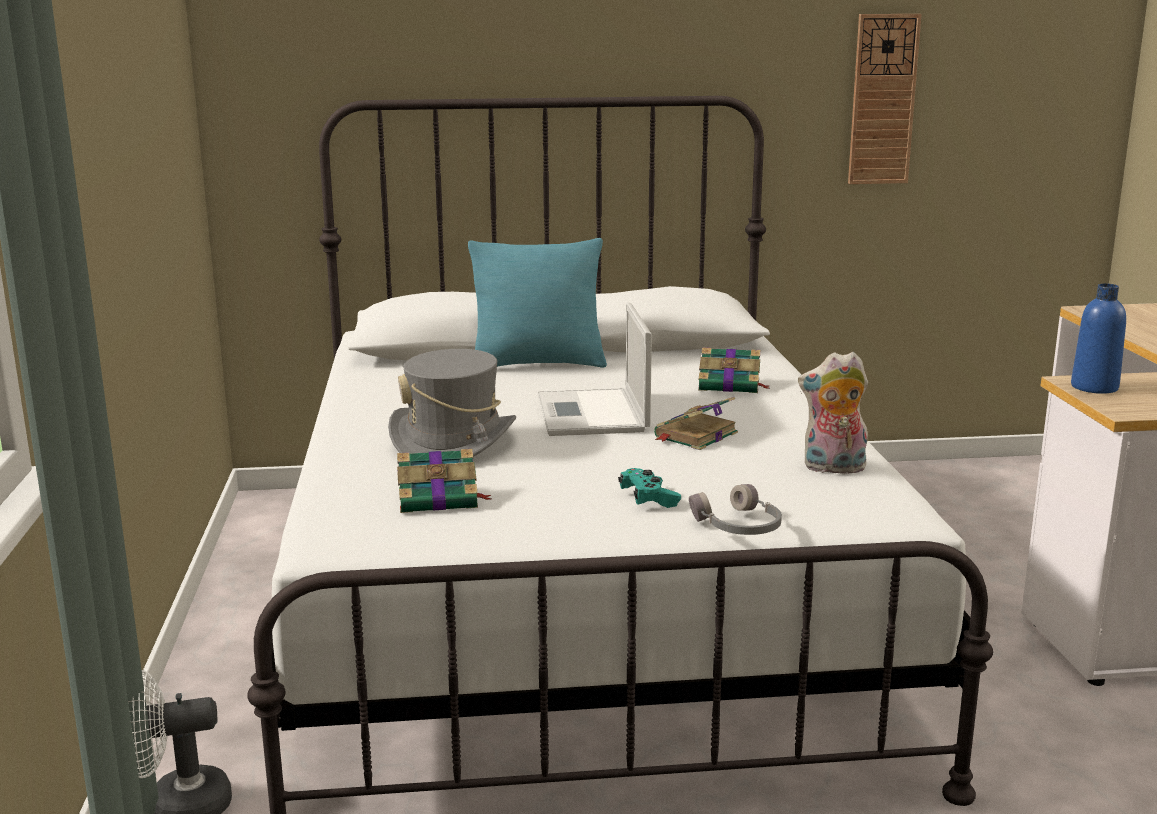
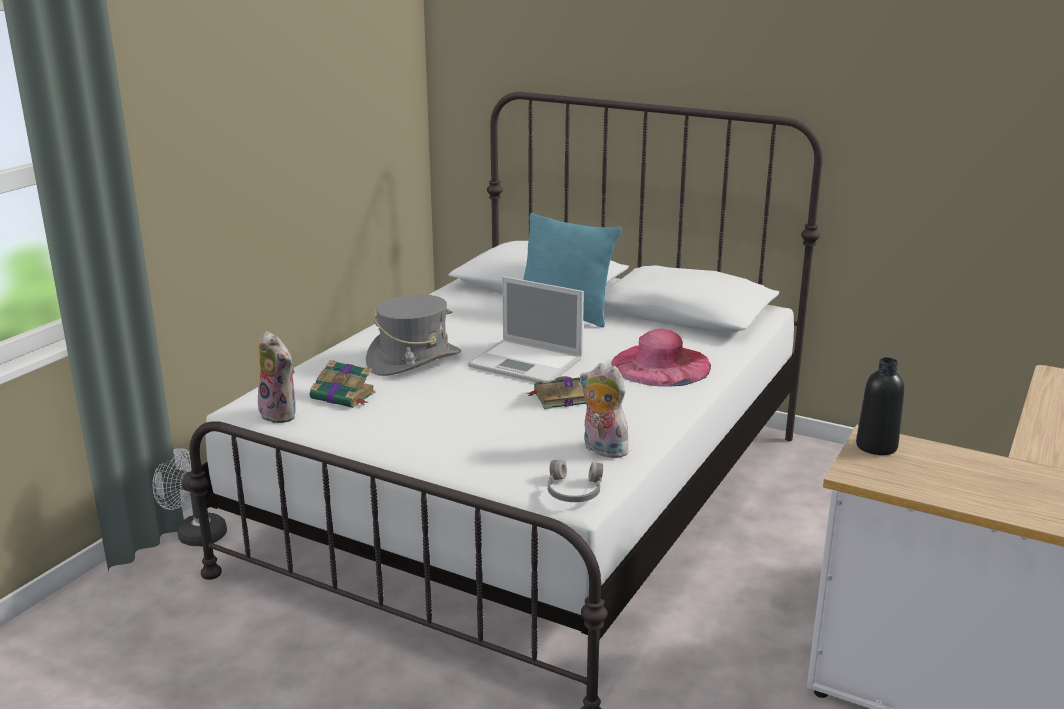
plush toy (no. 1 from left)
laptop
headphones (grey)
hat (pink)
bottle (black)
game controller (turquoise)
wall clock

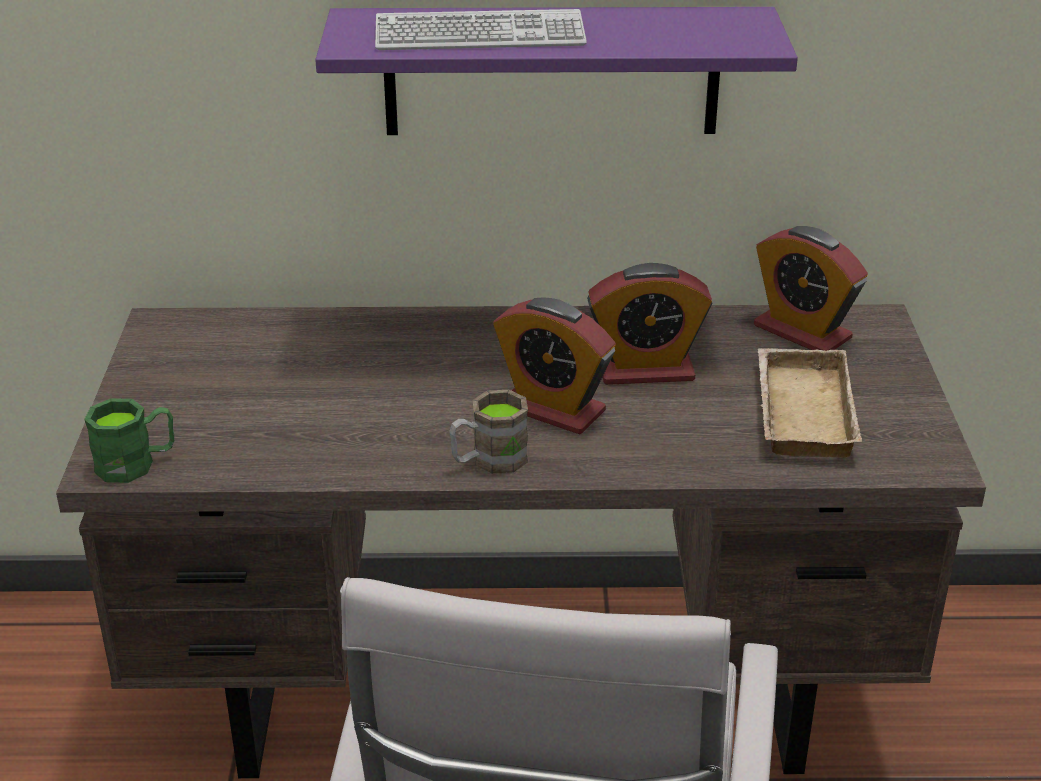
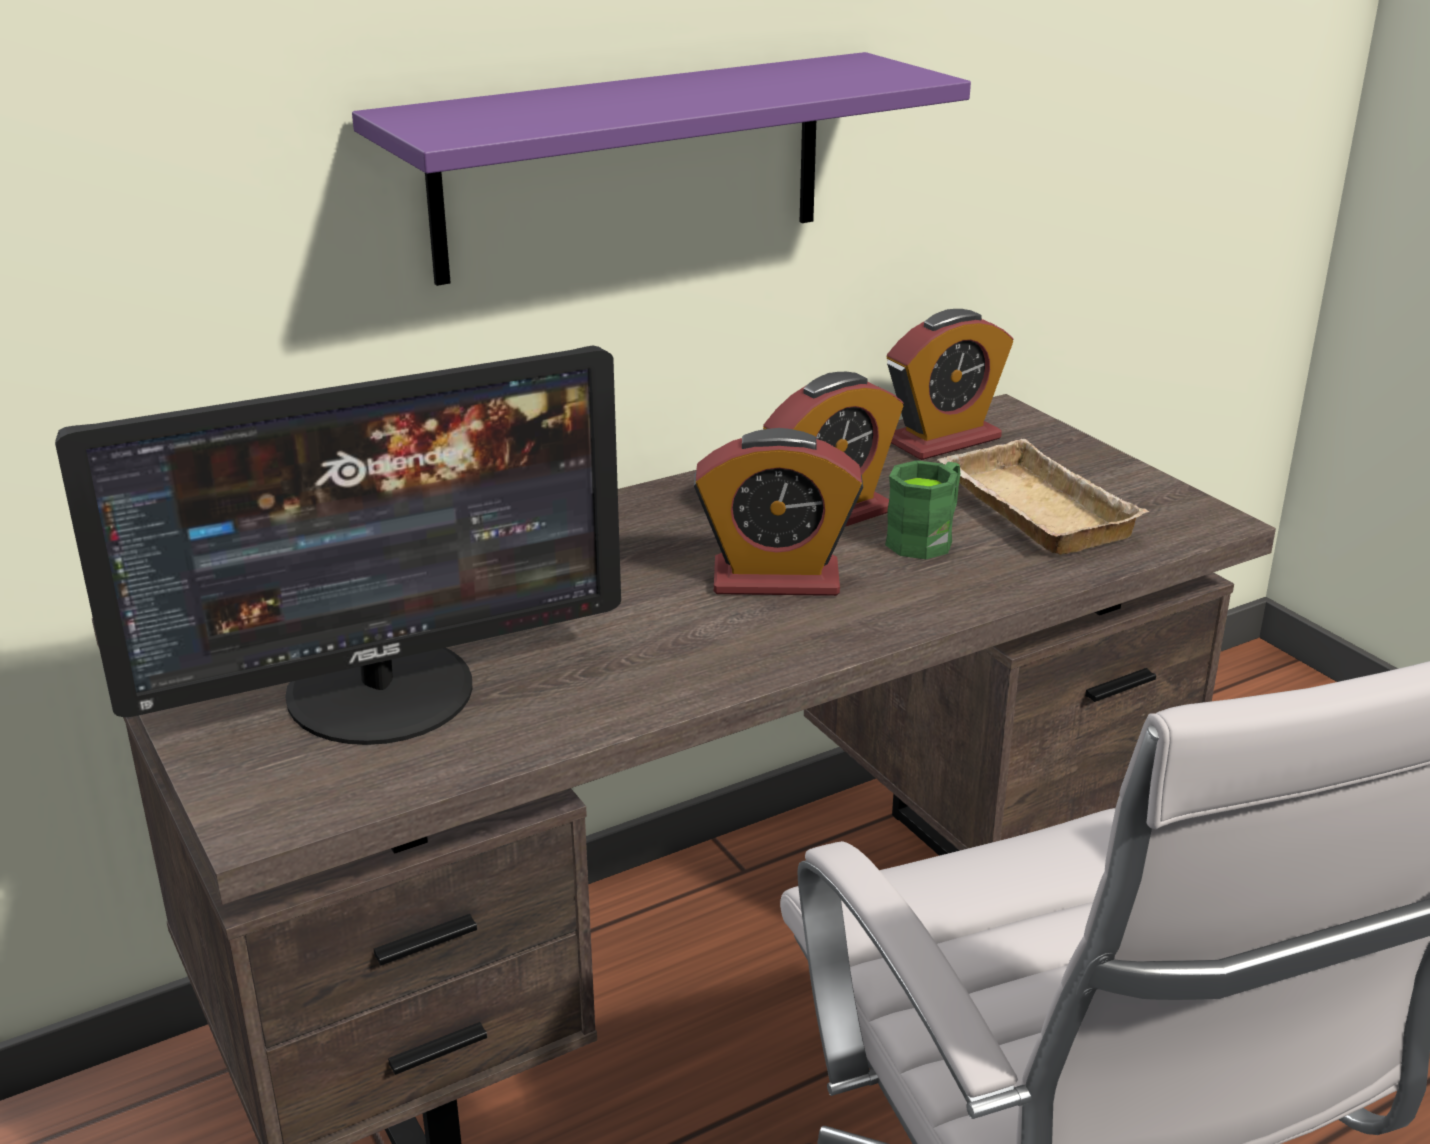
monitor
mug (green)
alarm clock (no. 3 from left)
keyboard
mug (brown)

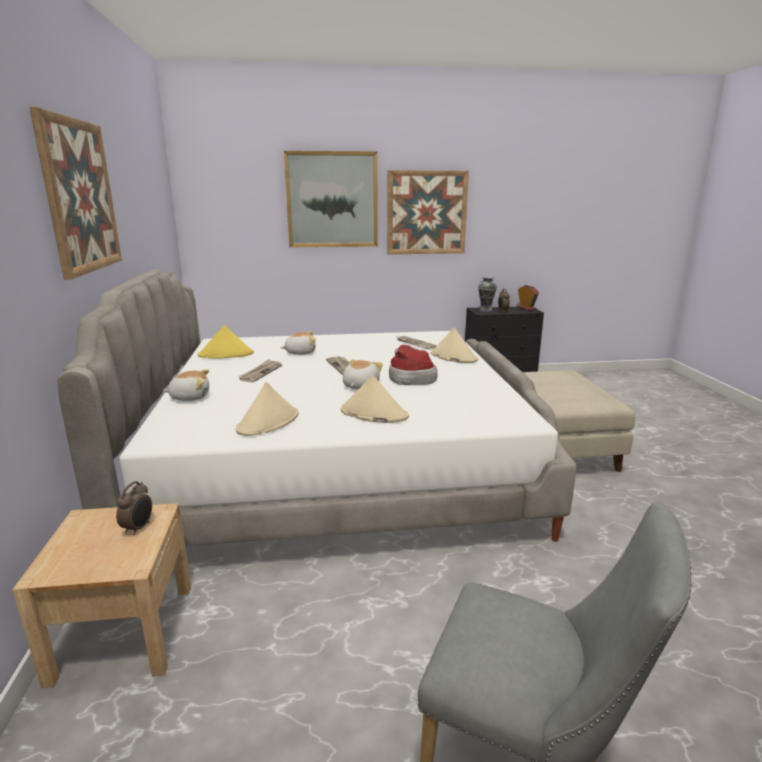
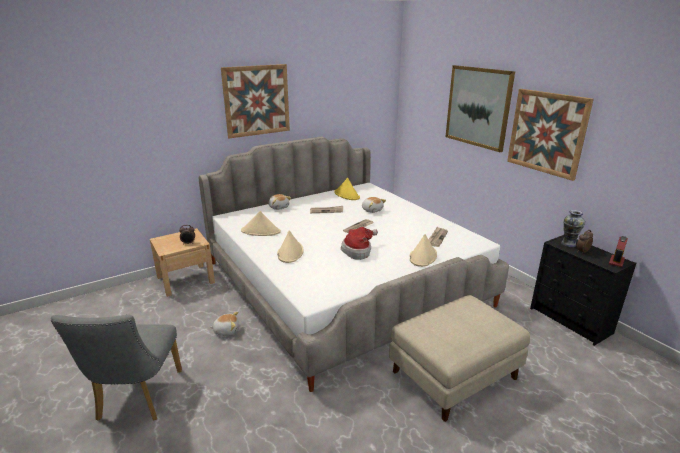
plush toy (no. 1 from left)

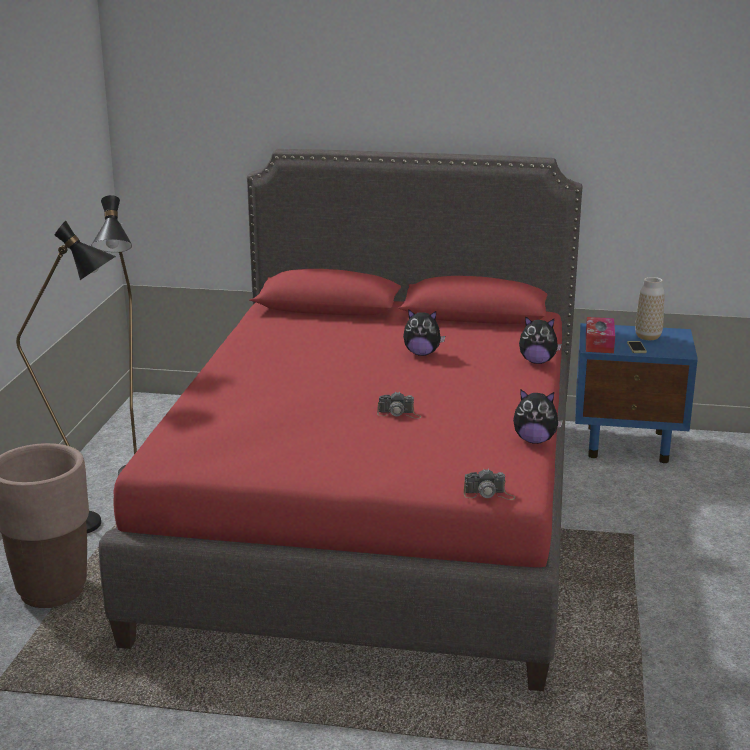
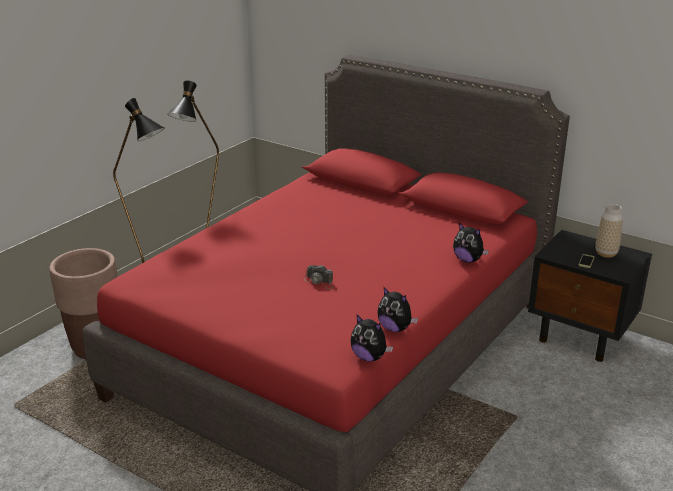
plush toy (no. 1 from left)
nightstand (black)
photo camera (no. 2 from left in the first image)
tissue box

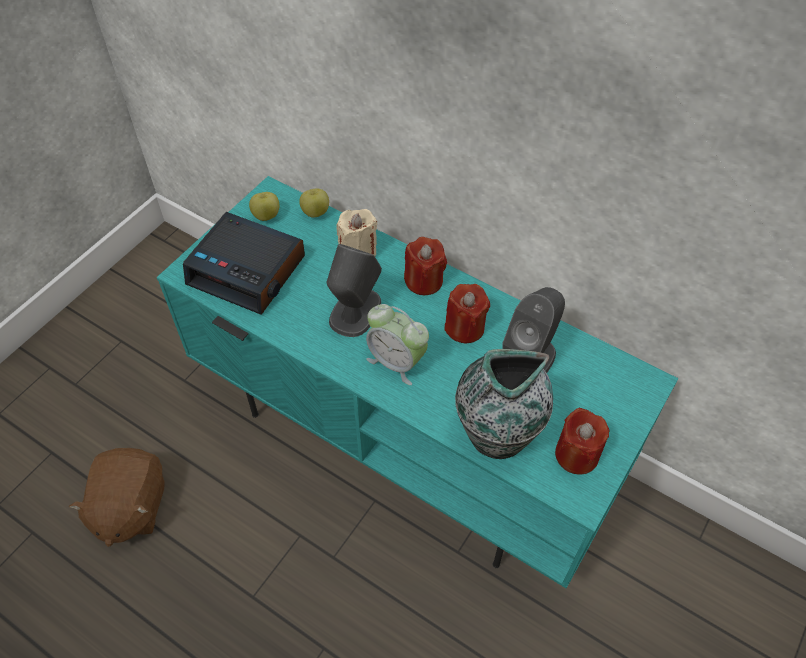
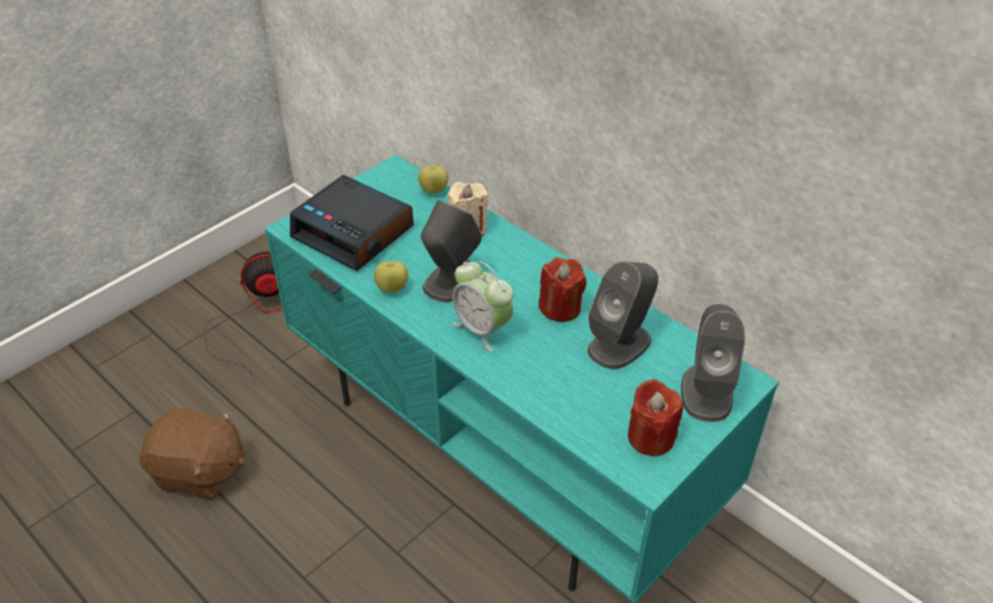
plush toy (brown)
fan
apple (no. 1 from left)
speaker (grey) (no. 3 from left)
candle (red) (no. 1 from left in the first image)
vase

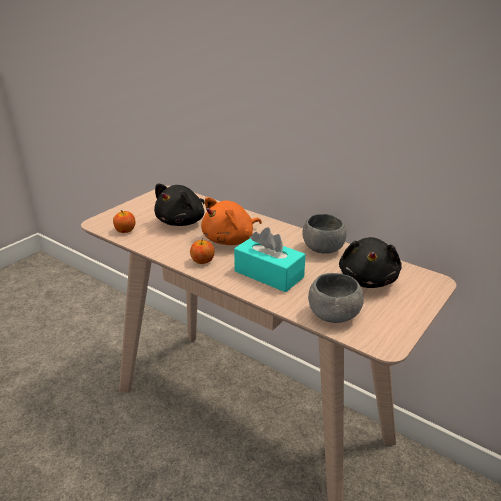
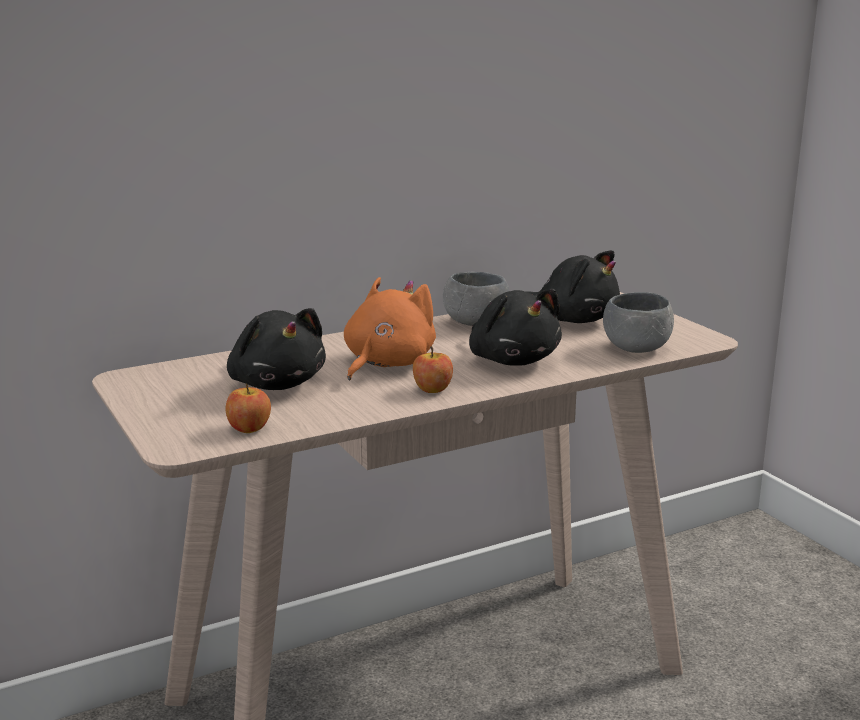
plush toy (orange)
plush toy (black) (no. 2 from left)

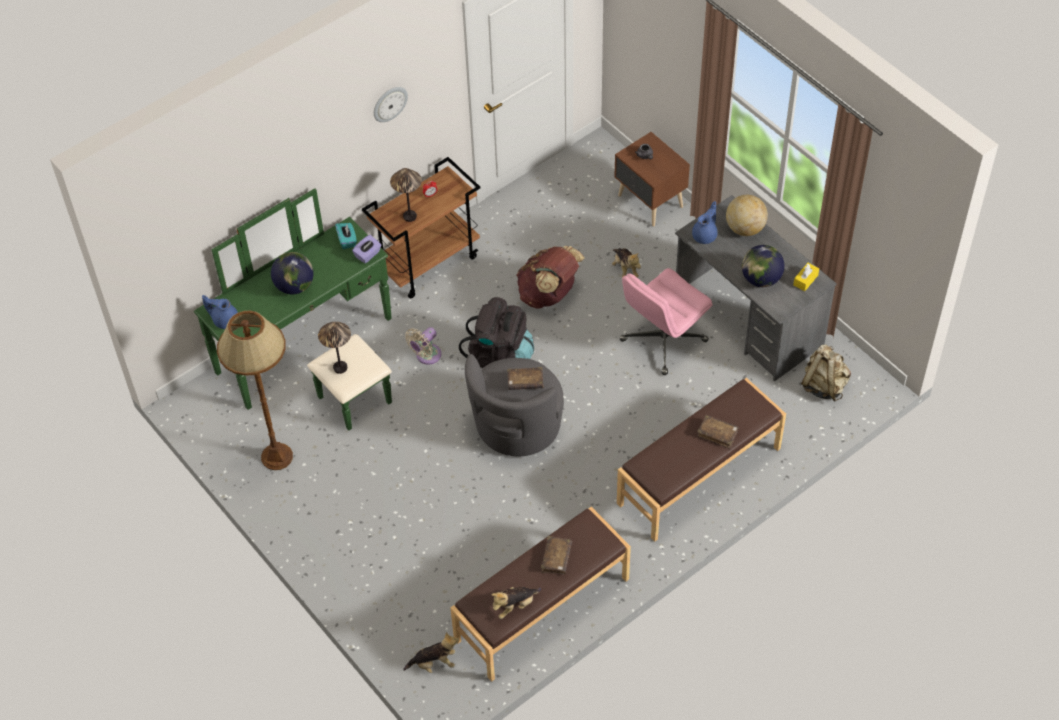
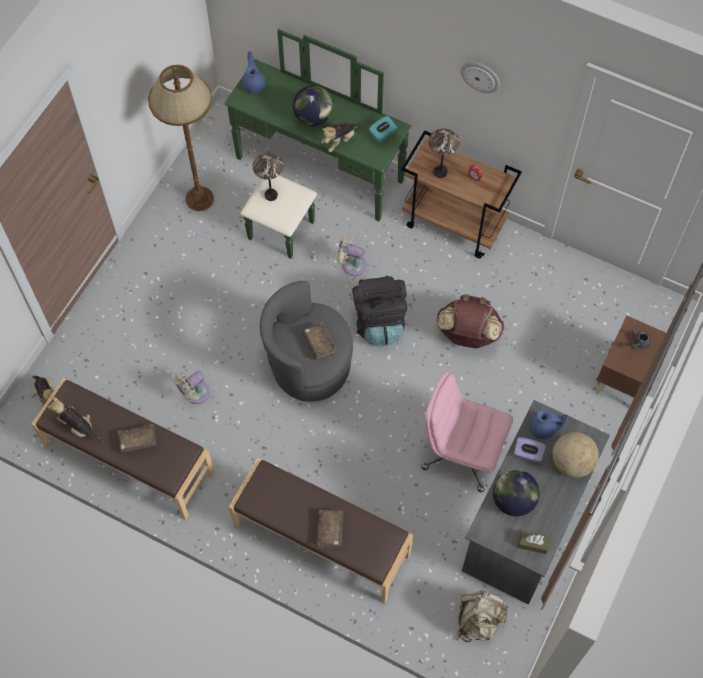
fan (beige) (no. 1 from left)
plush toy (no. 3 from left)
tissue box (purple)
tissue box (brown)

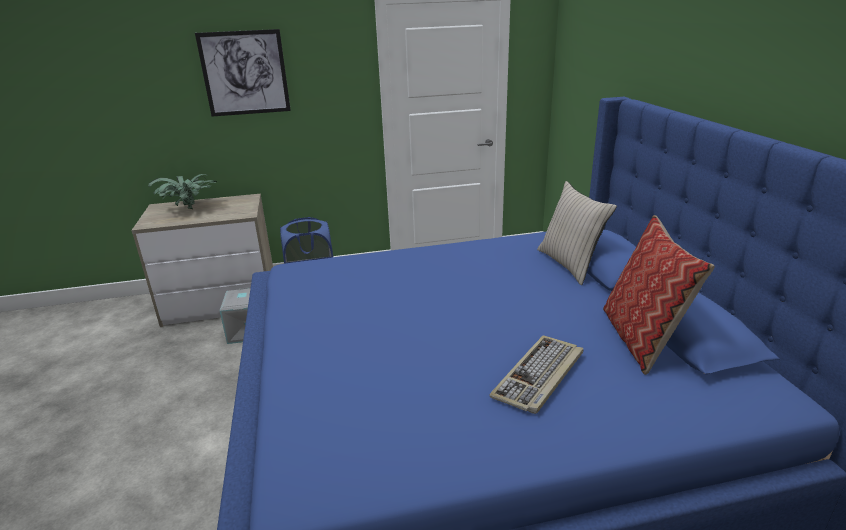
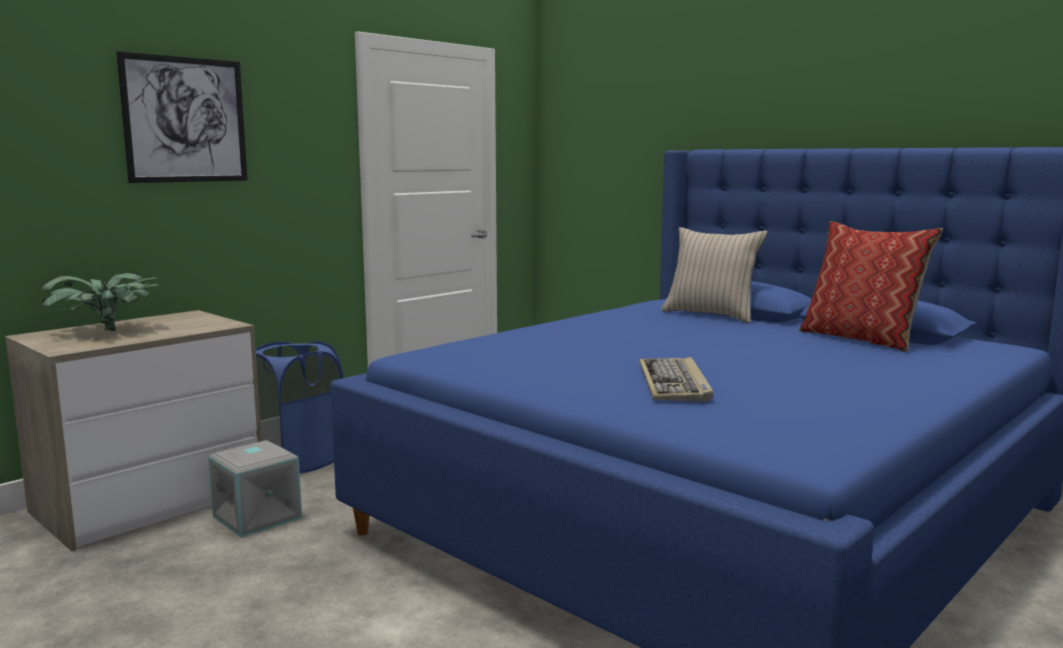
keyboard

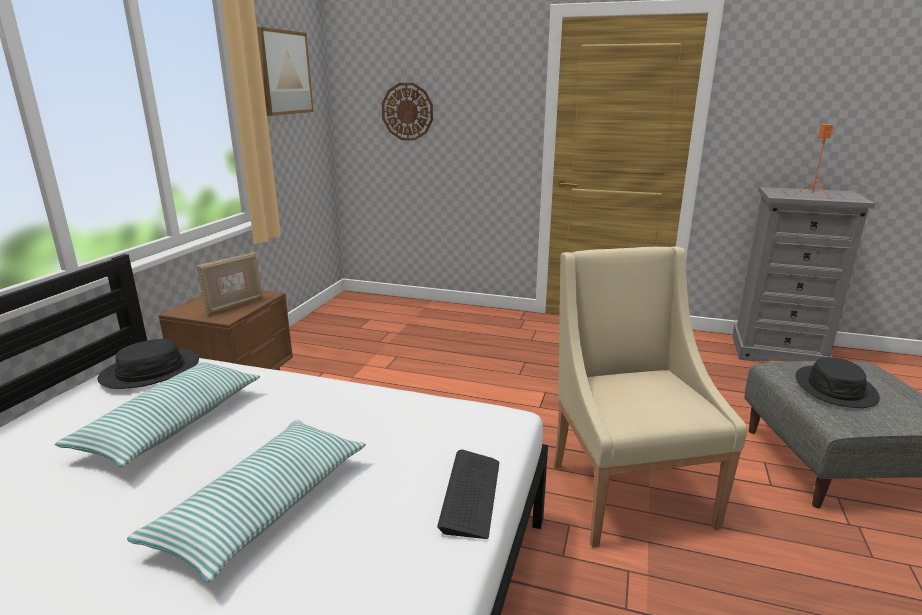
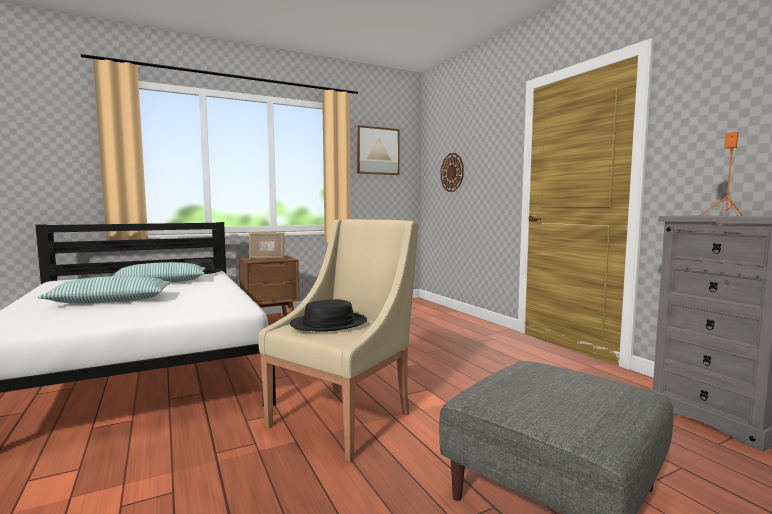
hat (black) (no. 2 from left)
keyboard

